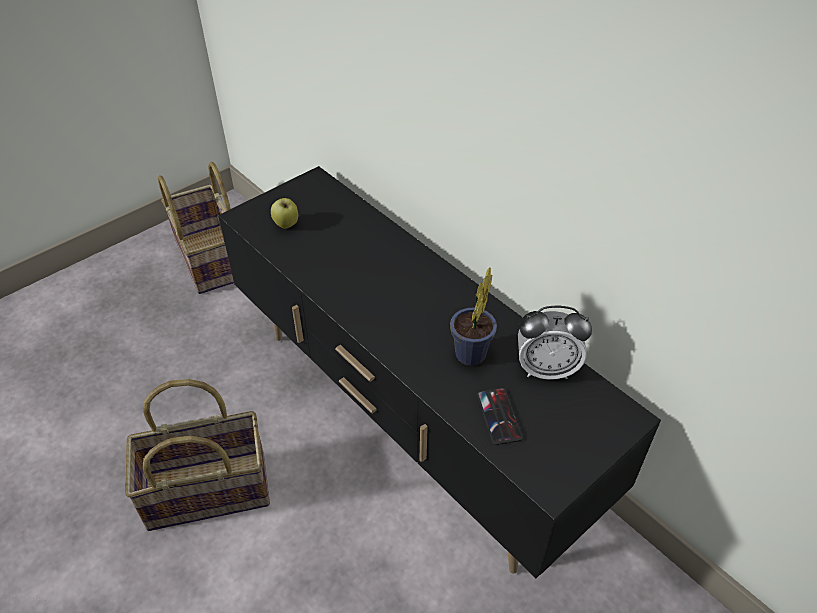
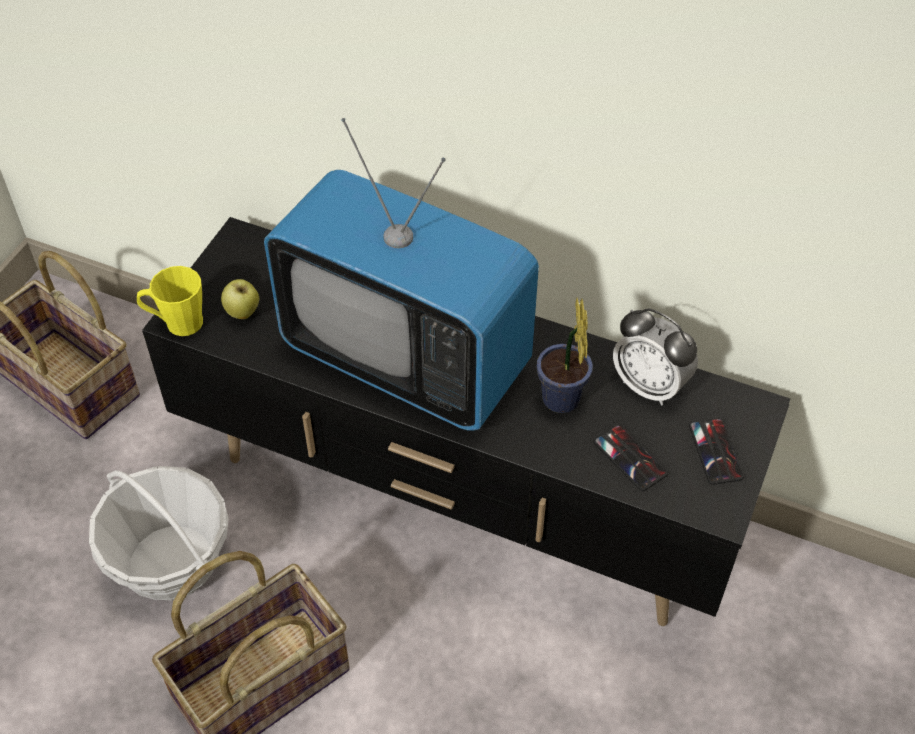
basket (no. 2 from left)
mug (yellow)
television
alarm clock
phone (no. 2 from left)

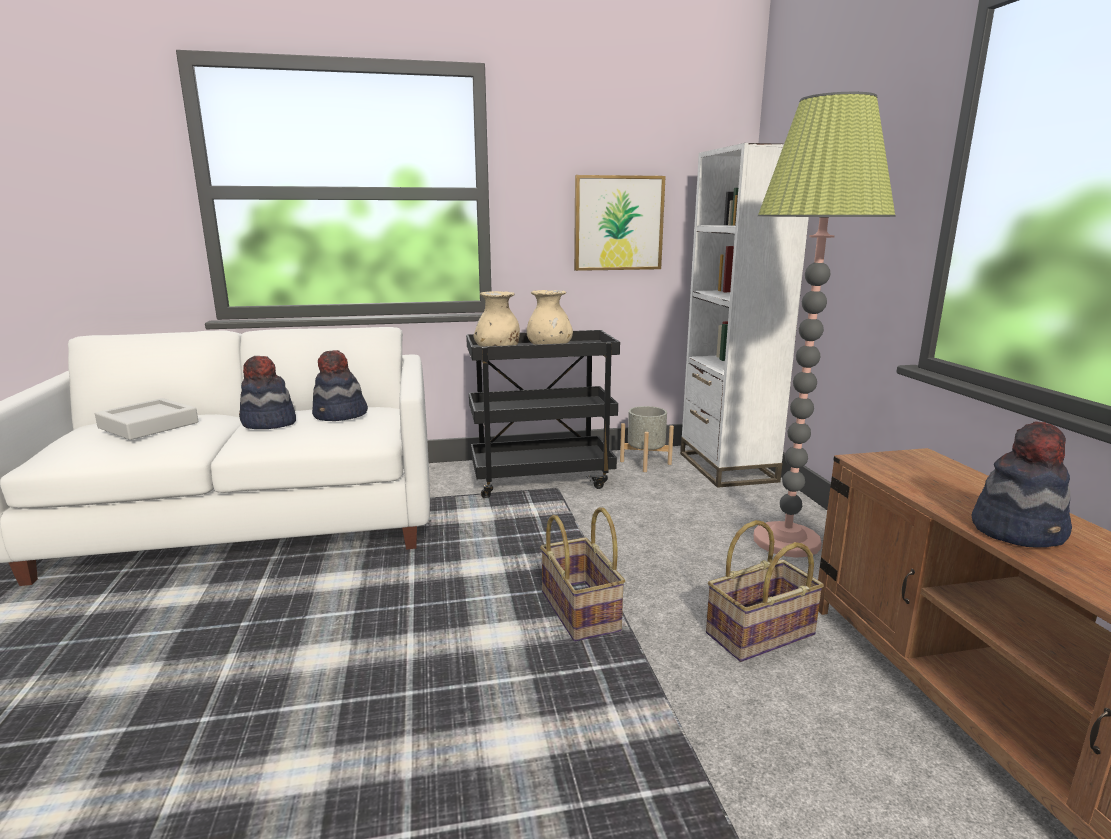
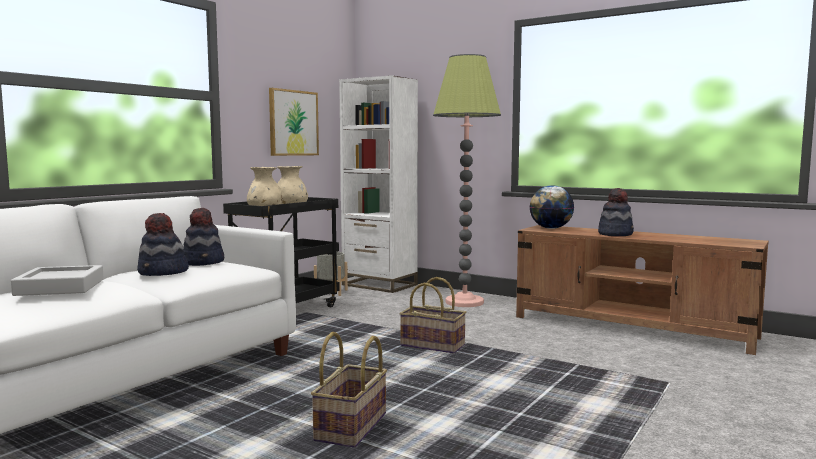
basket (no. 1 from left)
globe

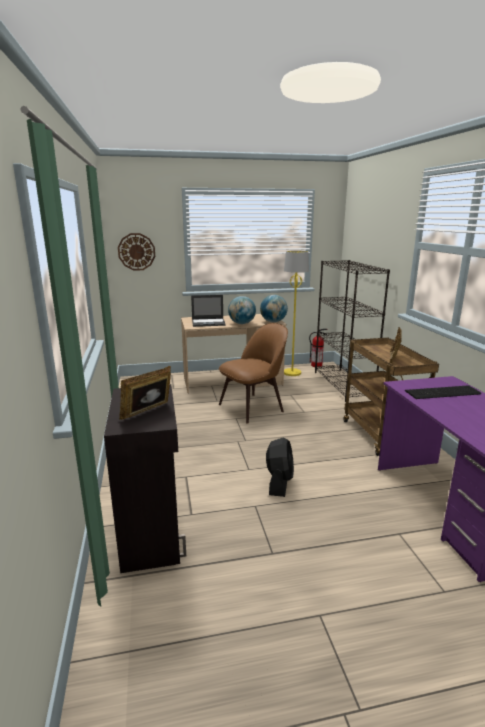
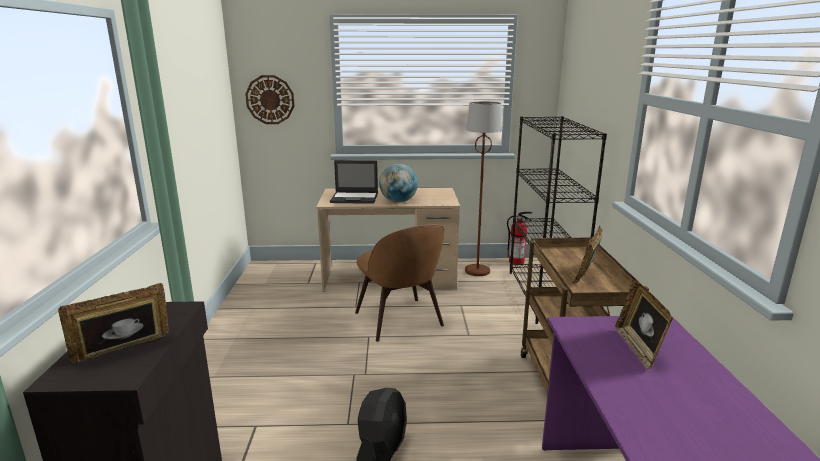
chair (brown)
floor lamp (brown)
picture frame (no. 3 from left)
globe (no. 2 from left in the first image)

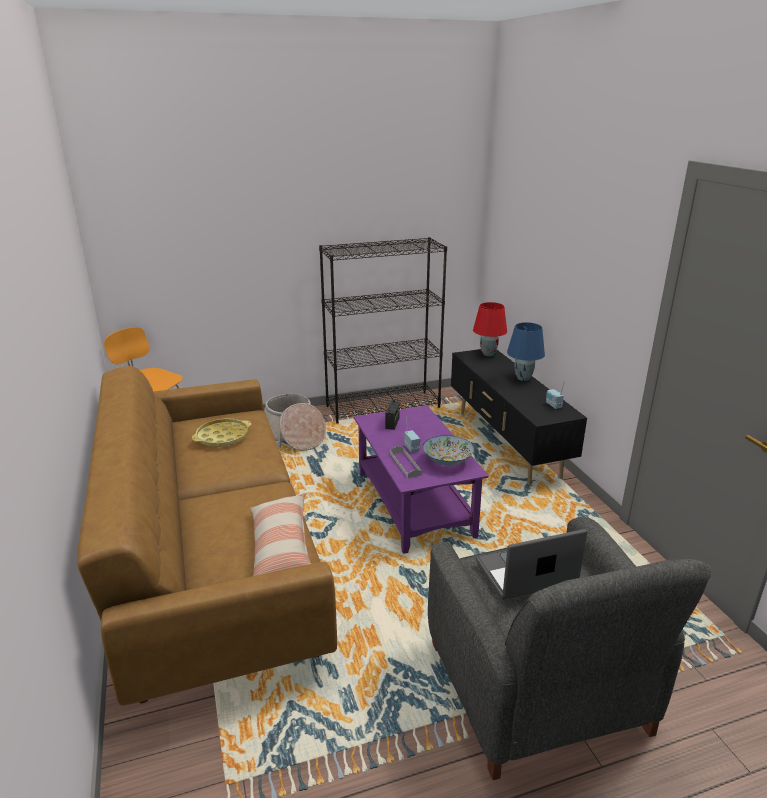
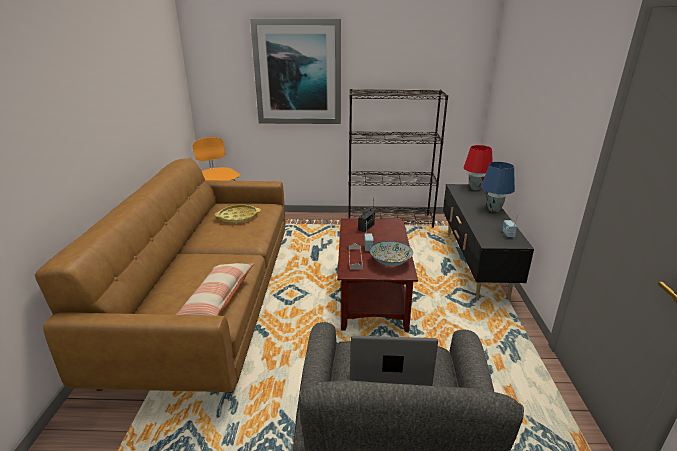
picture
coffee table (brown)
basket

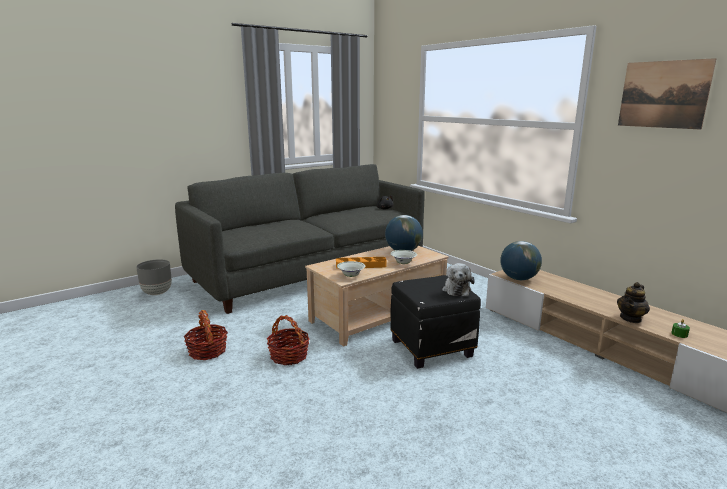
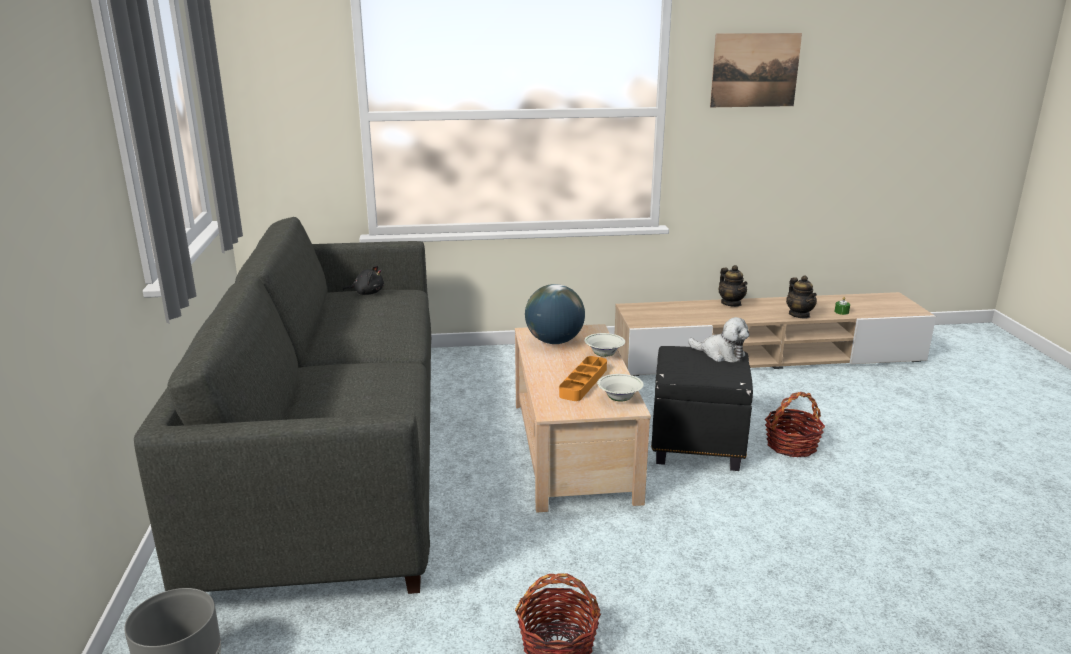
teapot (no. 1 from left)
basket (no. 2 from left)
globe (no. 2 from left in the first image)

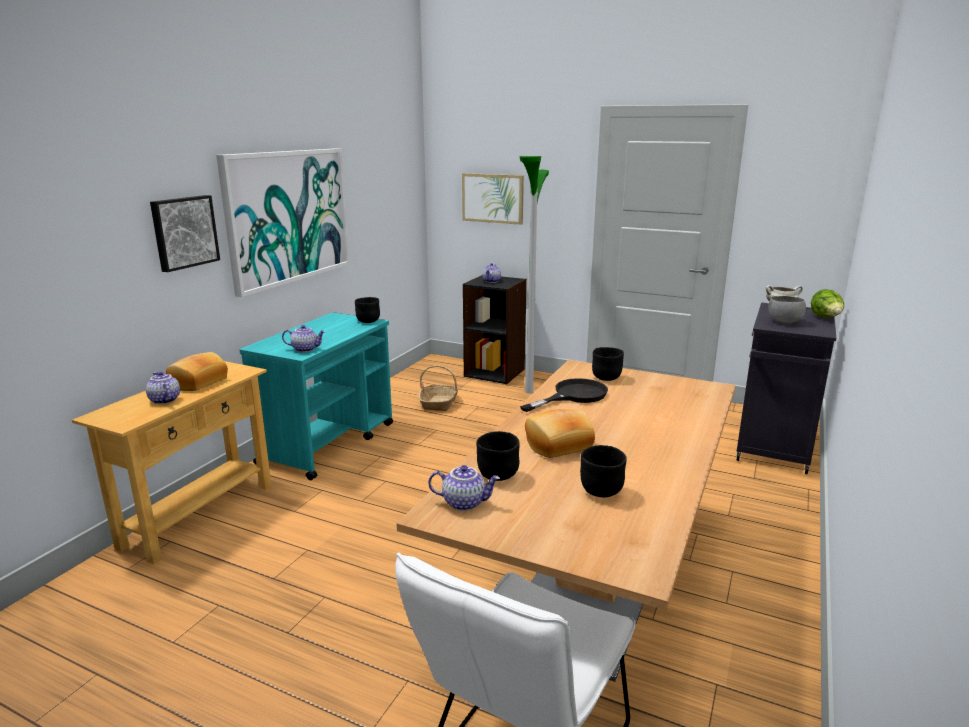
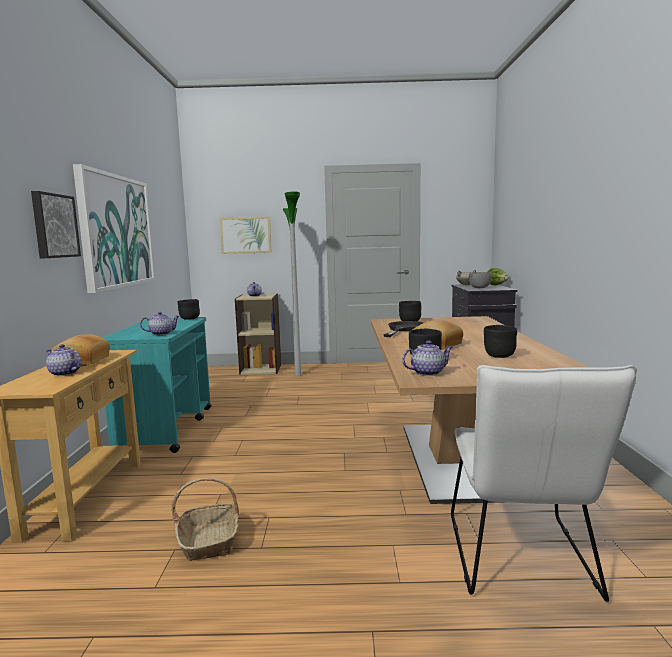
basket
bookcase (beige)

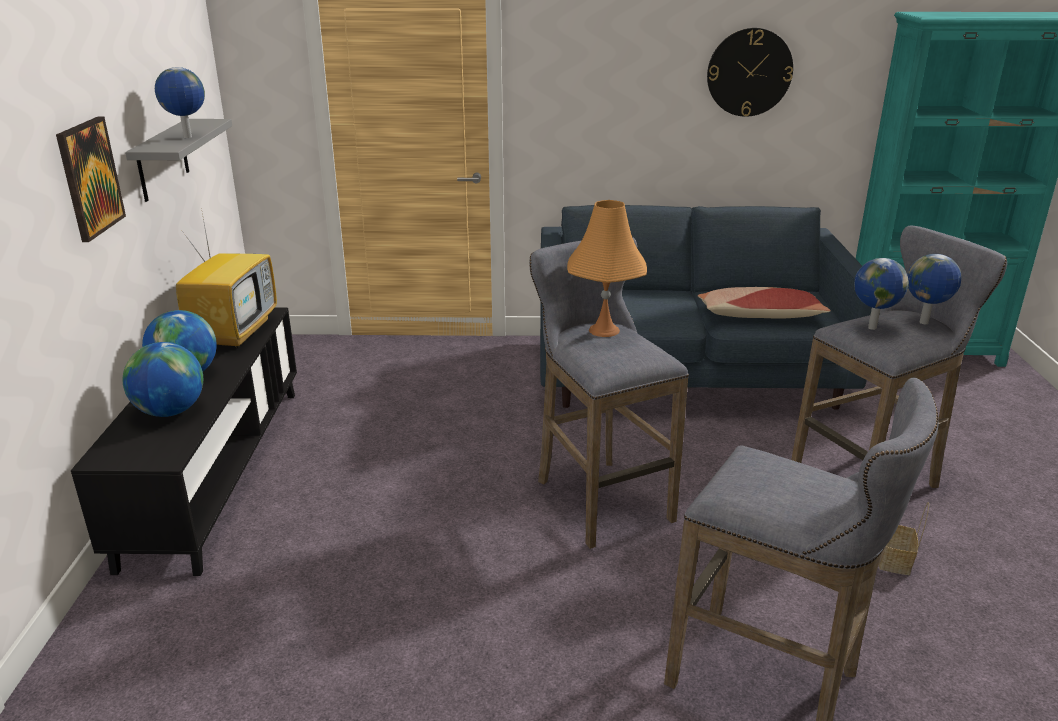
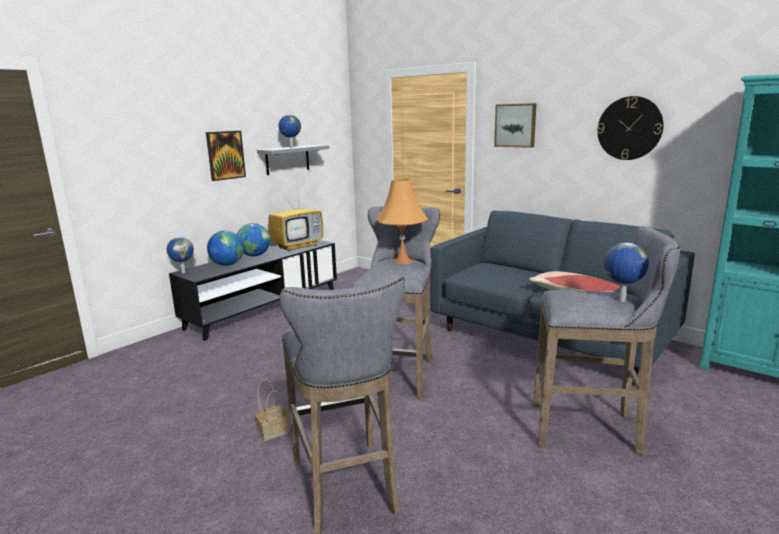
globe (no. 1 from left)
basket
picture (no. 2 from left)

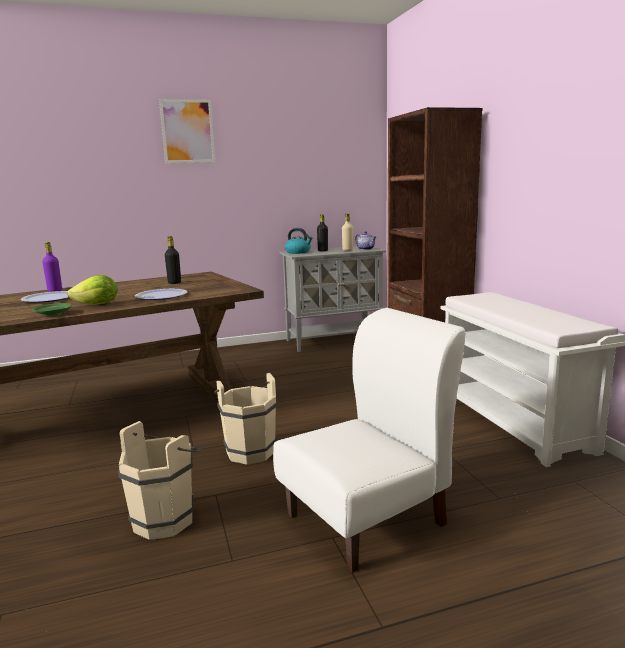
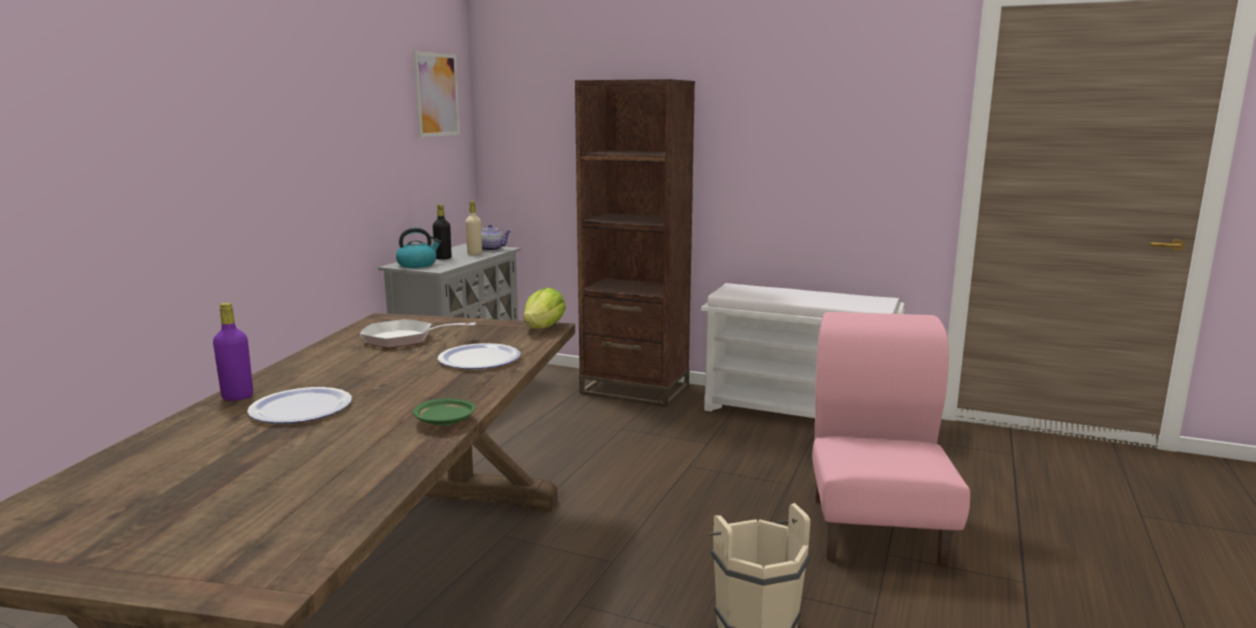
frying pan
picture
lettuce
chair (pink)
bucket (beige) (no. 2 from left in the first image)

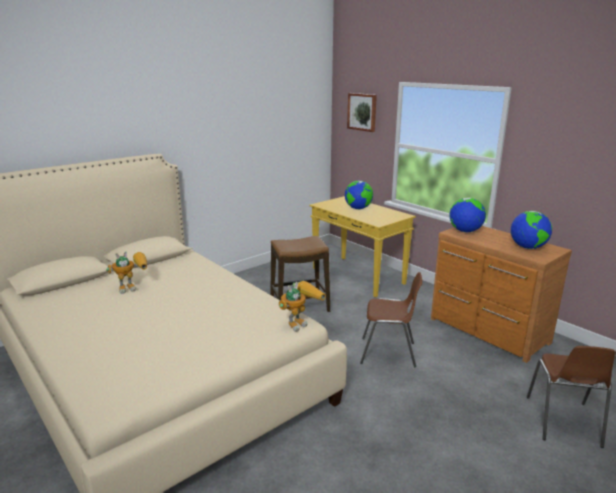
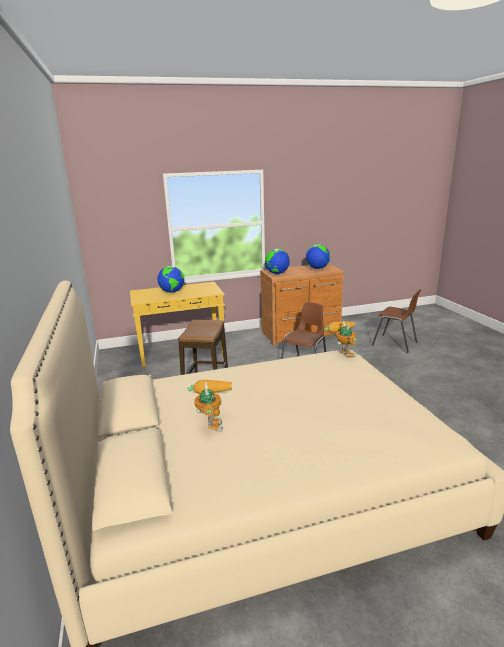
picture

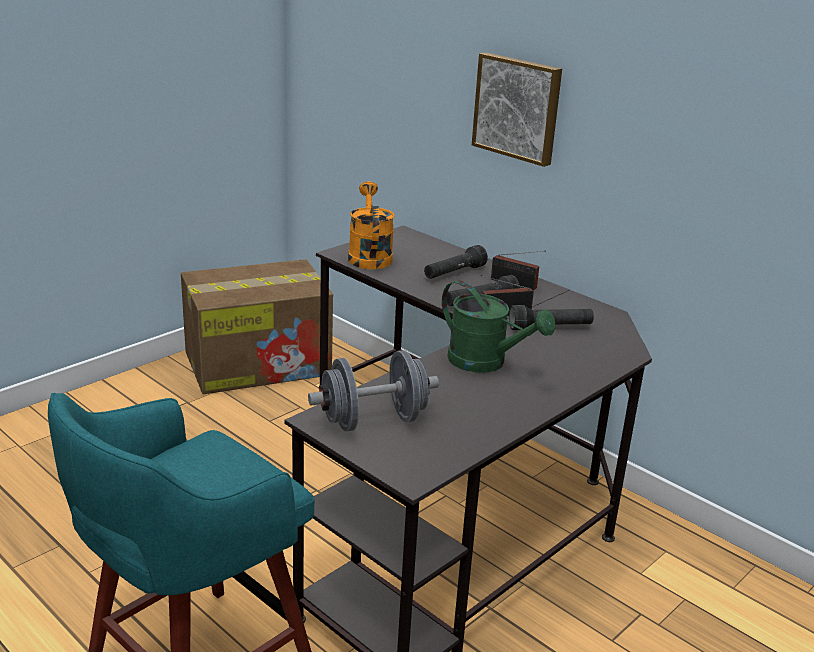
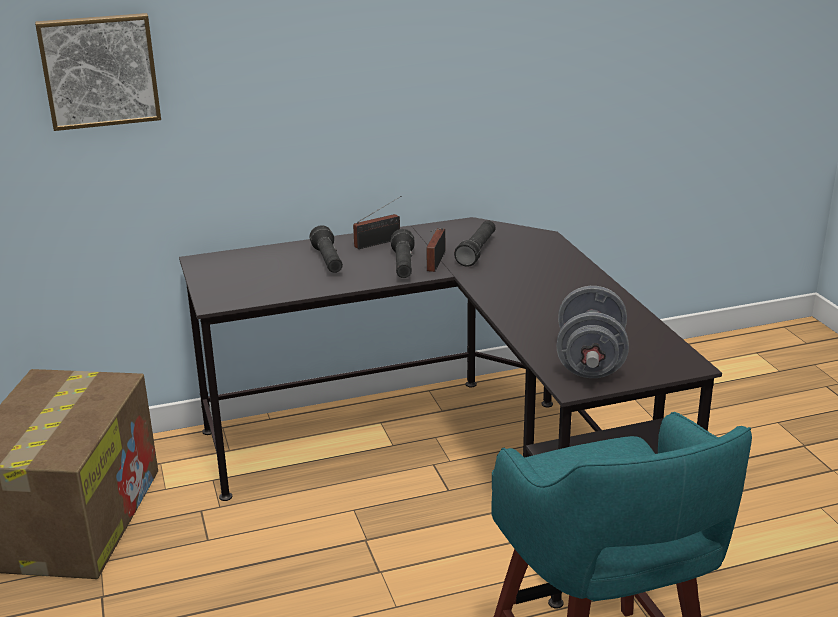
picture
watering can (orange)
watering can (green)

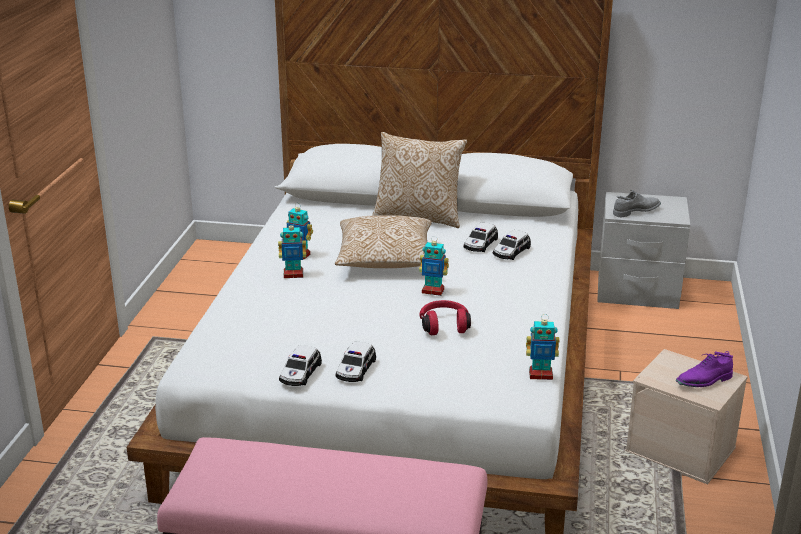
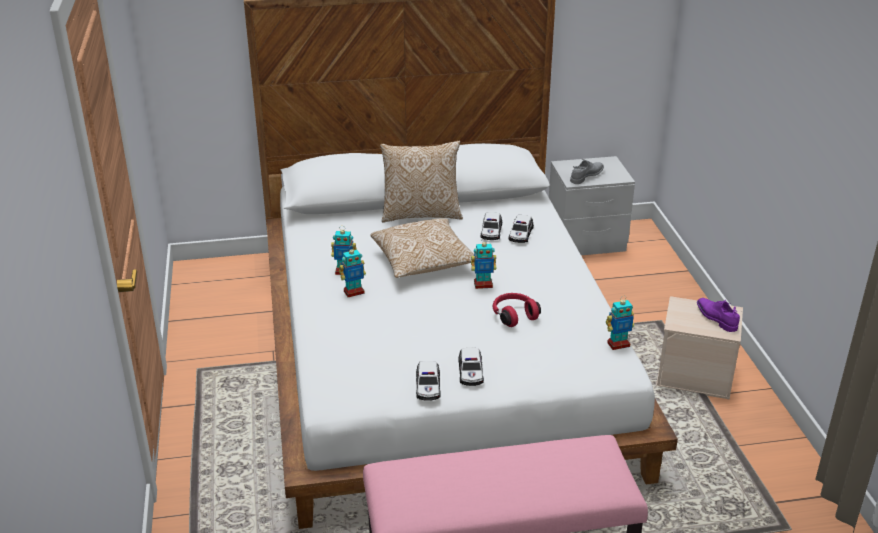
shoe (purple)

